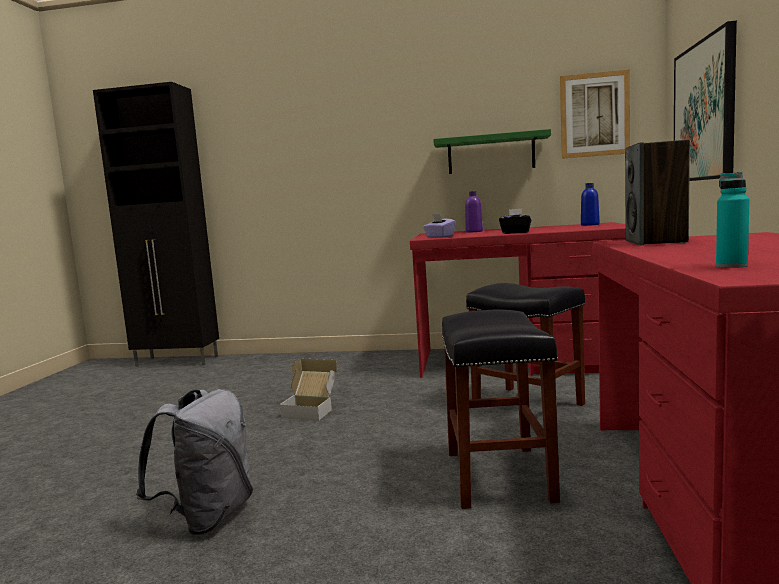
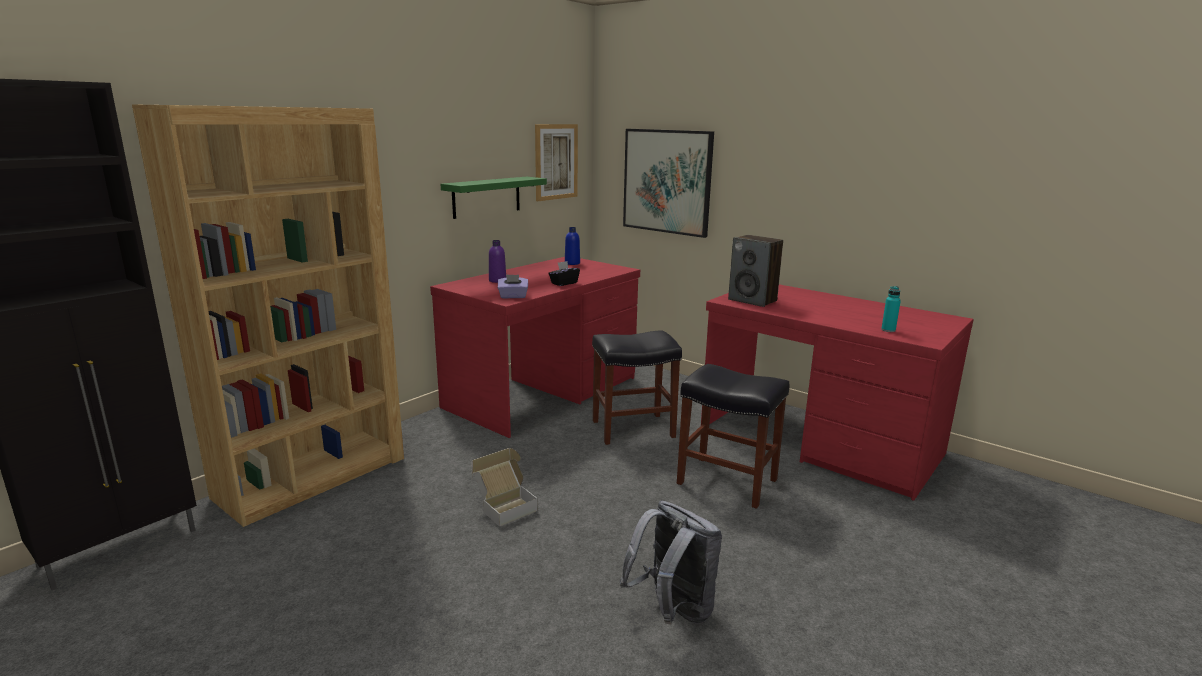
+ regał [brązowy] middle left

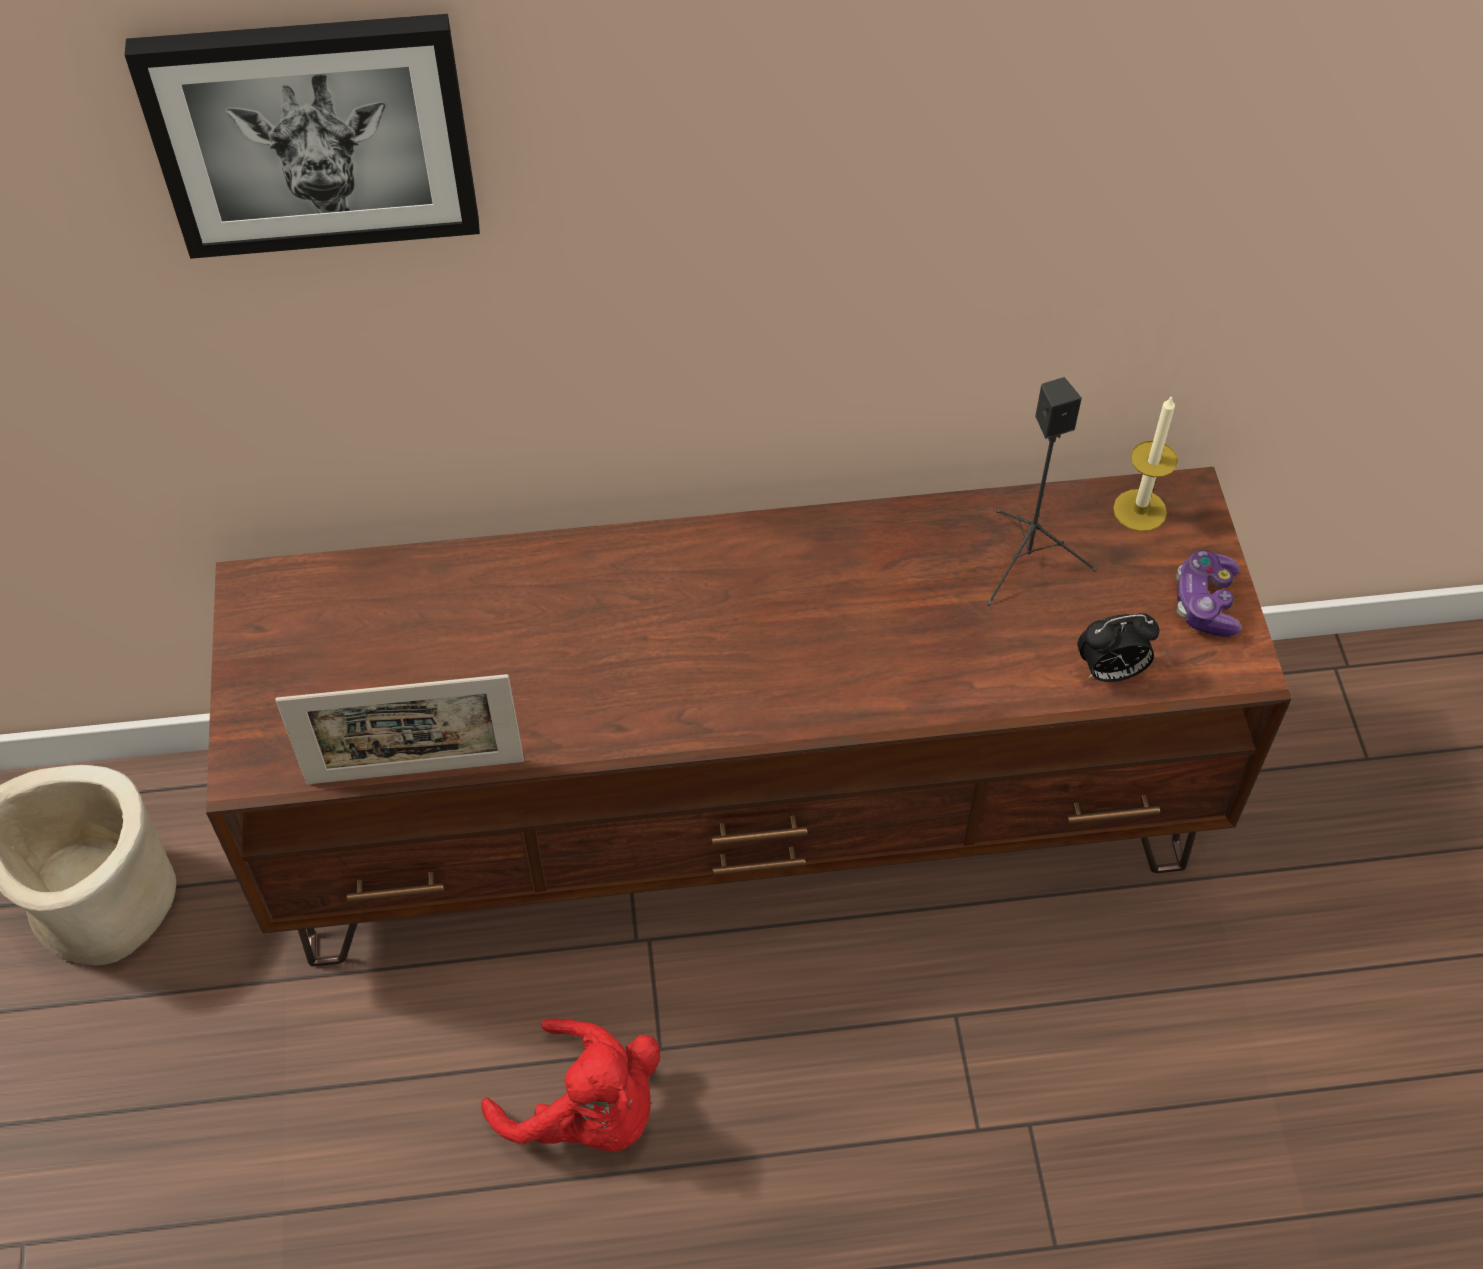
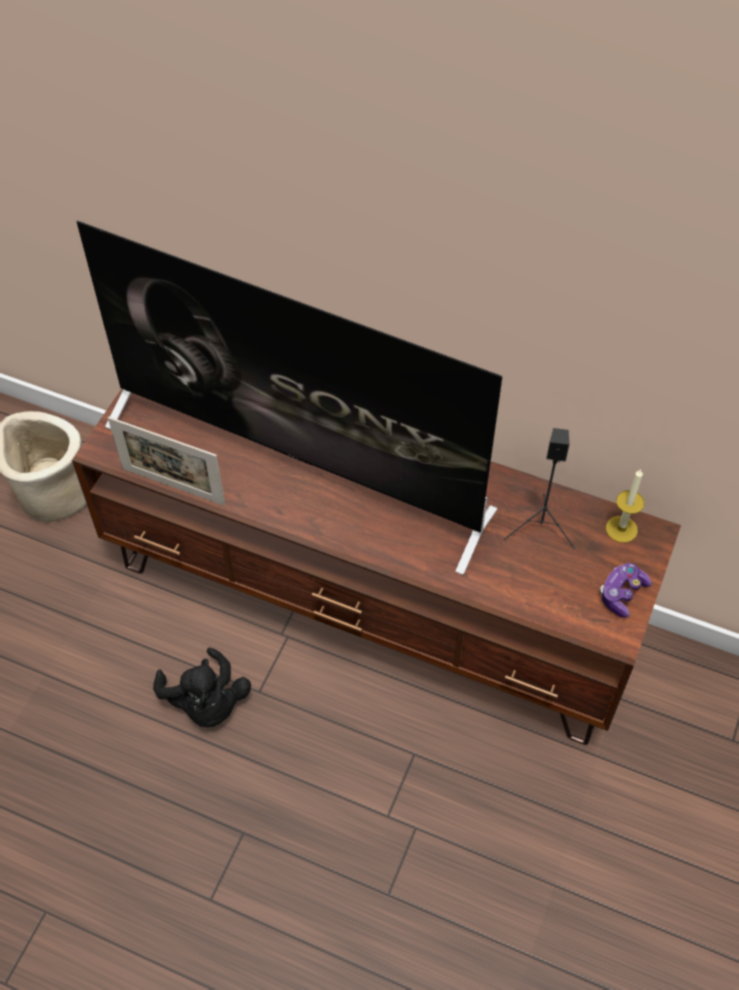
- obraz top left
- budzik middle right
+ telewizor centre
~ pluszak [czerwony] bottom centre to pluszak [czarny] bottom left

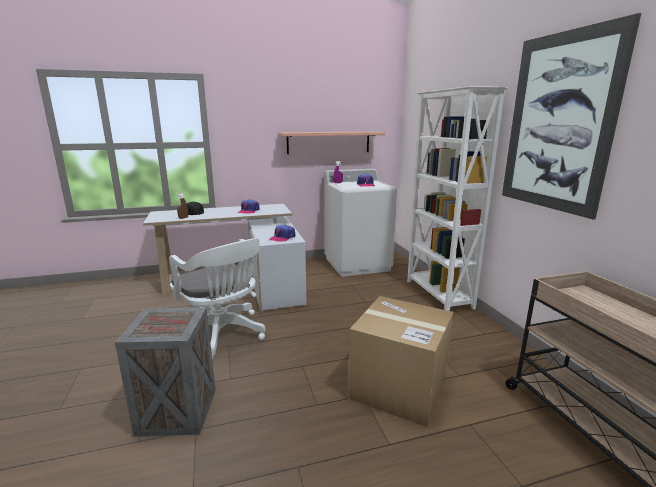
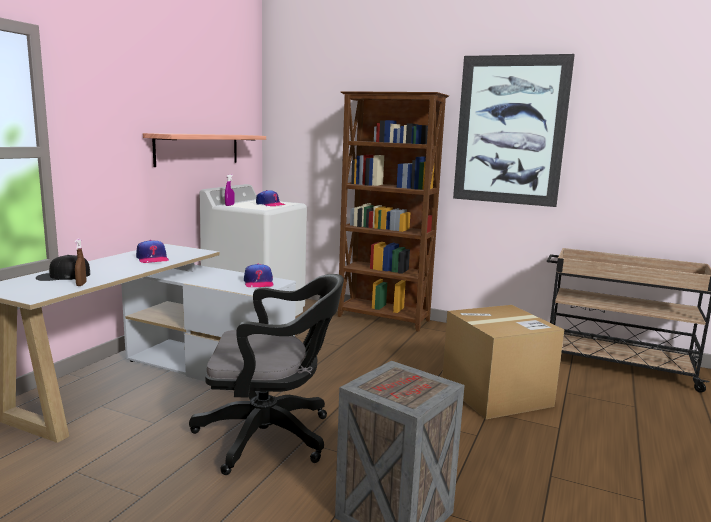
~ krzesło biurowe [biały] middle left to krzesło biurowe [czarny] bottom centre
~ regał [biały] middle right to regał [brązowy] centre

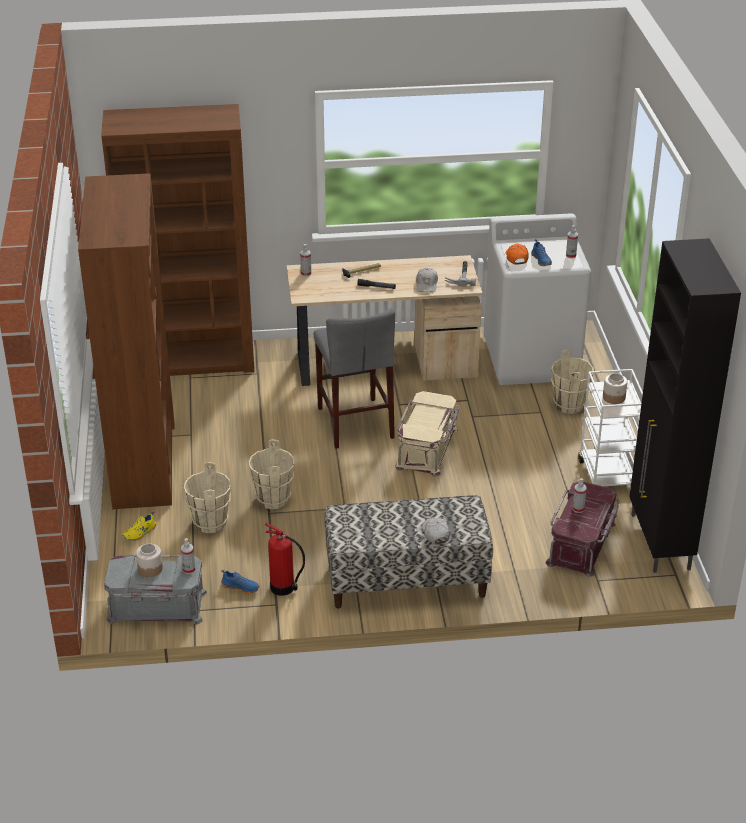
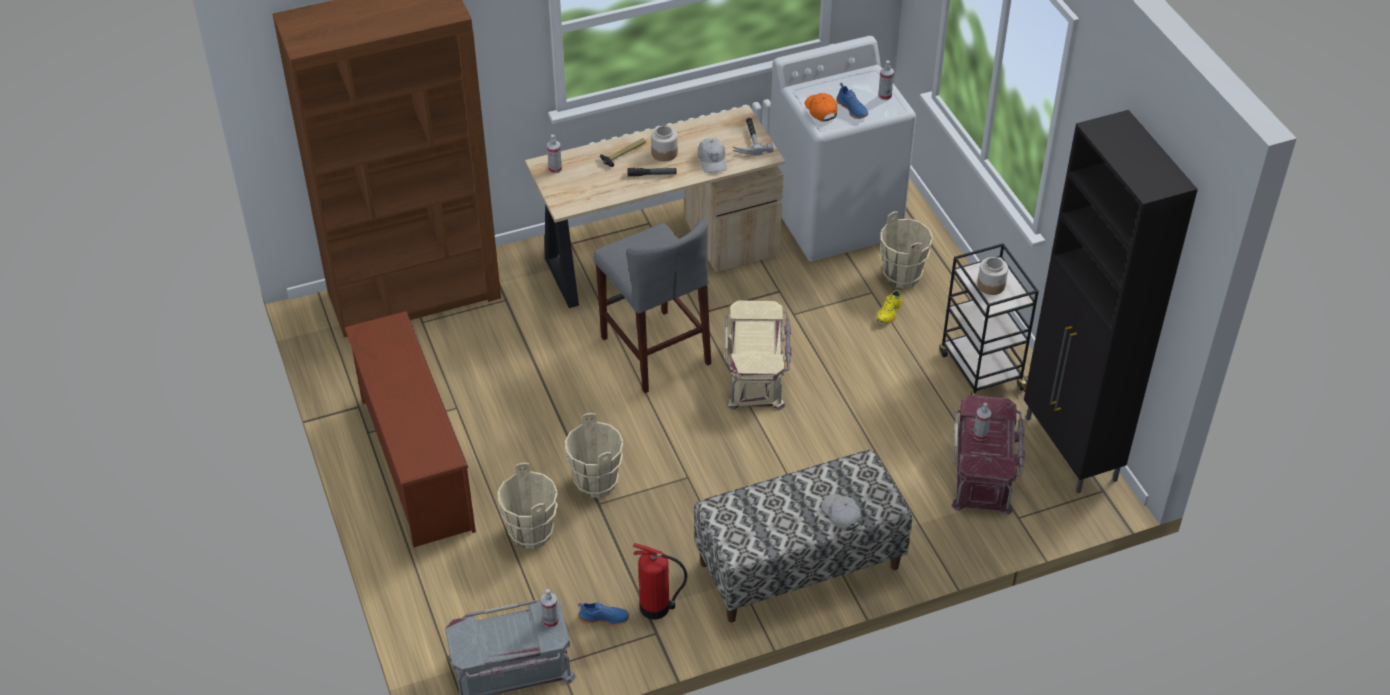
~ but [żółty] middle left to centre
~ słoik (no. 1 from left) bottom left to top centre
~ regał [brązowy] (no. 1 from left) middle left to regał na buty [brązowy] middle left
~ wózek [biały] middle right to wózek [czarny] middle right

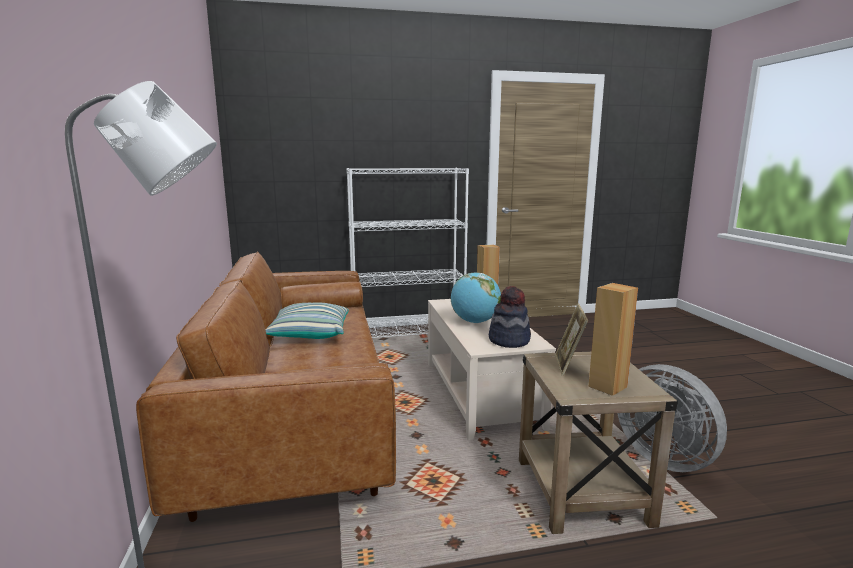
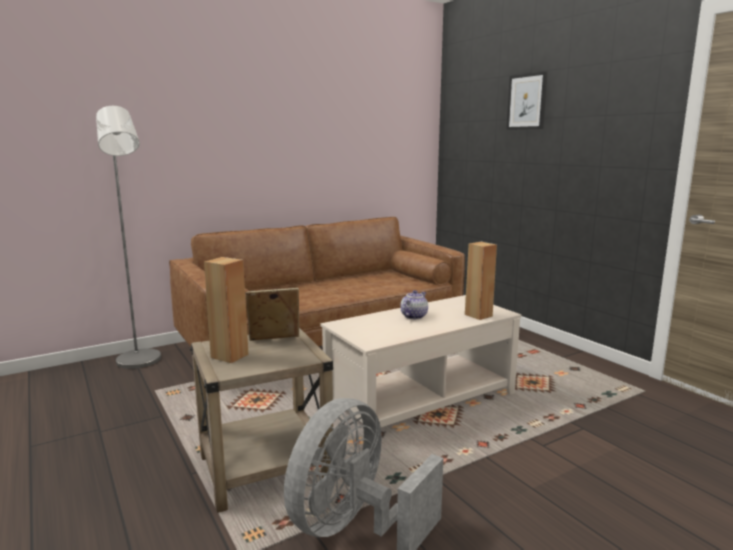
- poduszka centre
- regał [biały] centre
- kapelusz centre
+ obraz top right
~ globus centre to imbryk centre

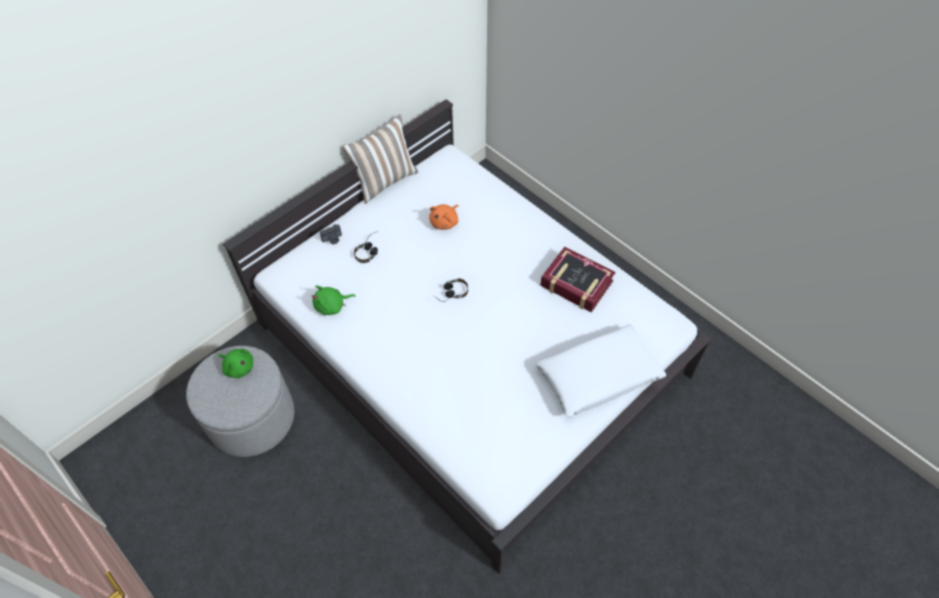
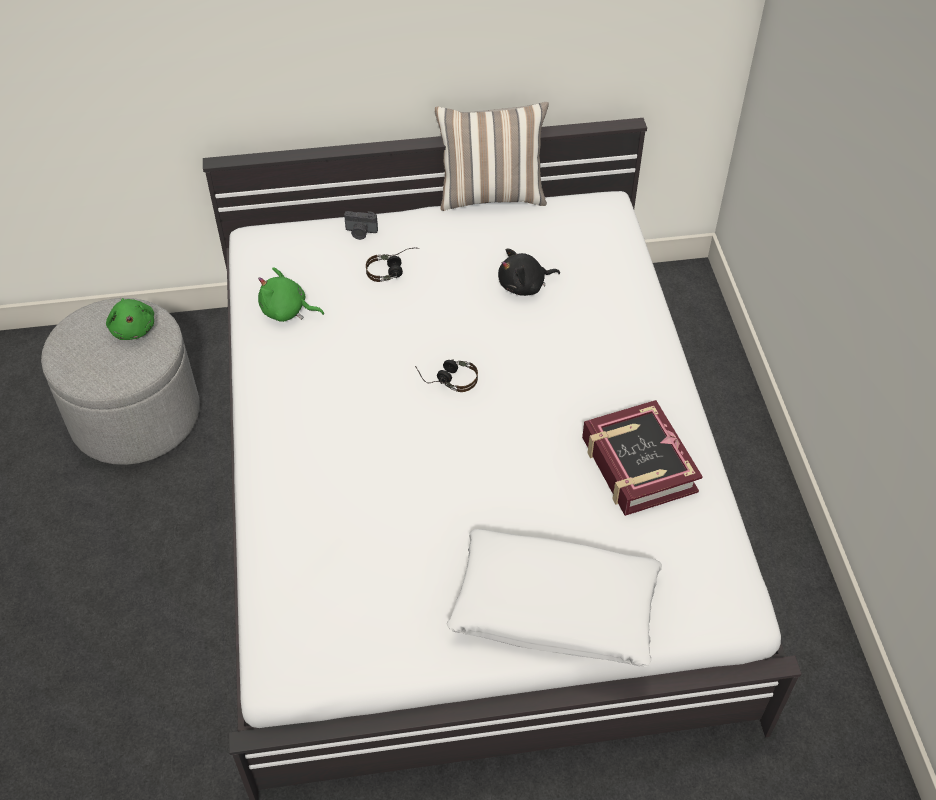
~ pluszak [pomarańczowy] centre to pluszak [czarny] centre

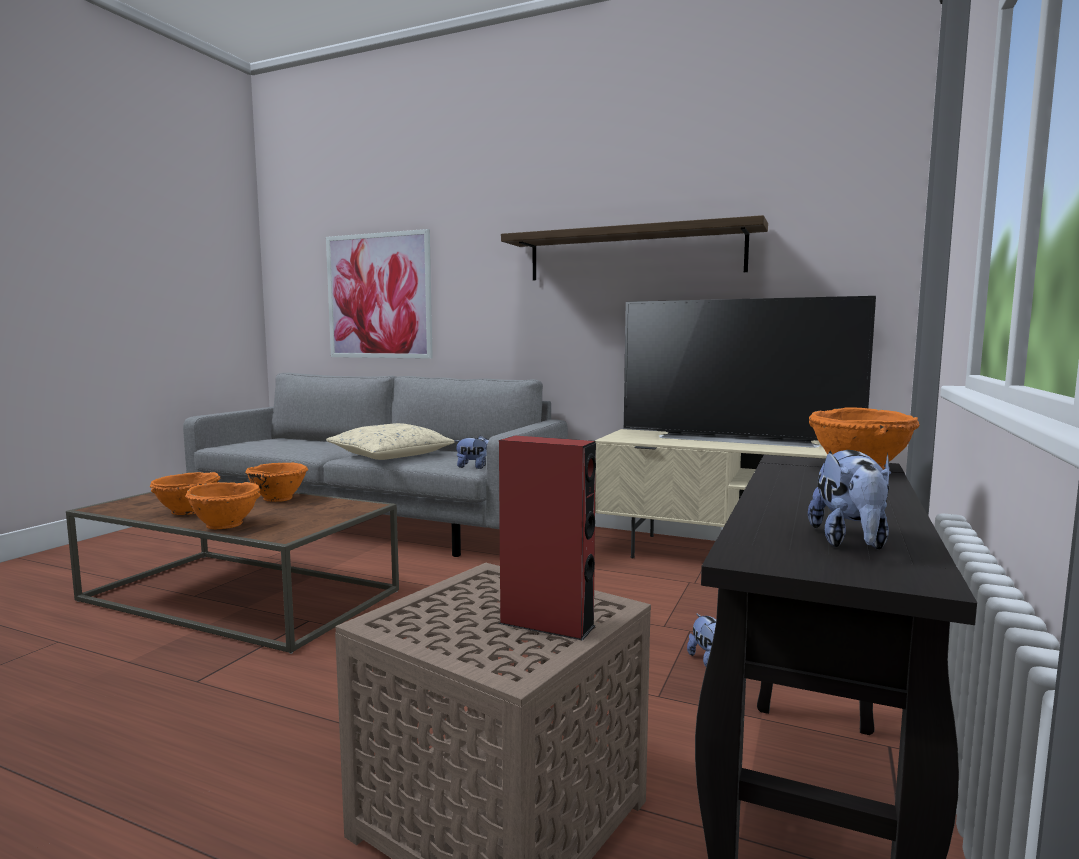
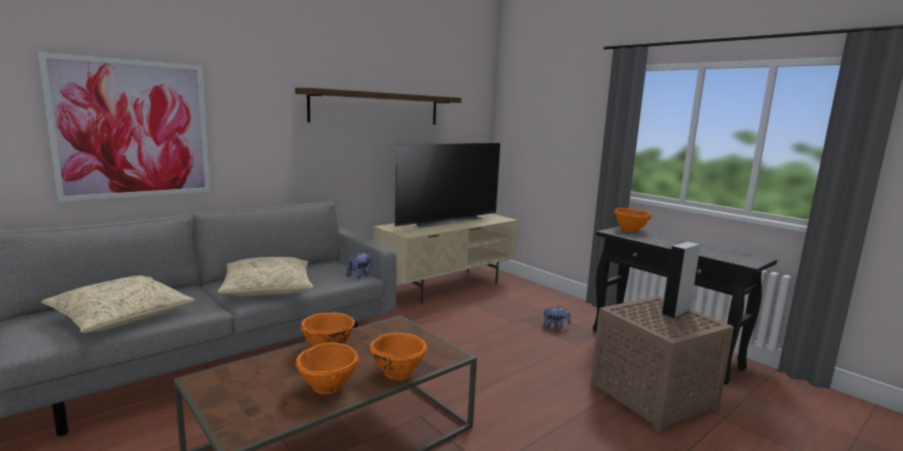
- pluszak (no. 3 from left) middle right
+ poduszka [beżowy] (no. 1 from left) bottom left
~ głośnik [czerwony] centre to głośnik [szary] middle right

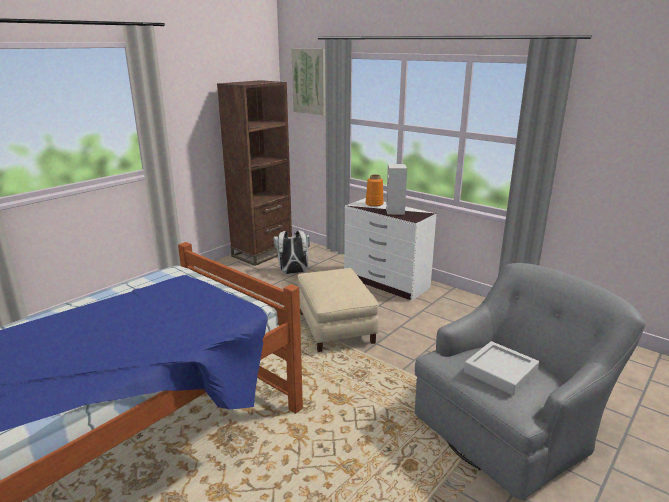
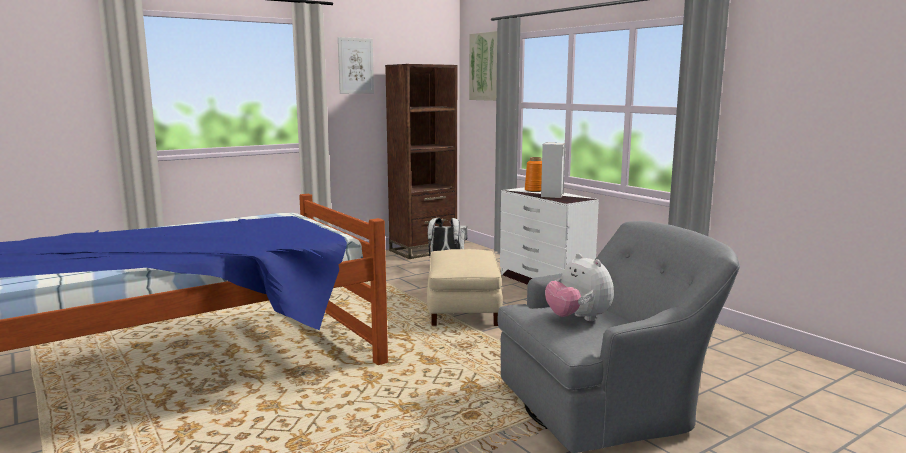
+ obraz (no. 1 from left) top centre
~ taca [szary] bottom right to pluszak centre

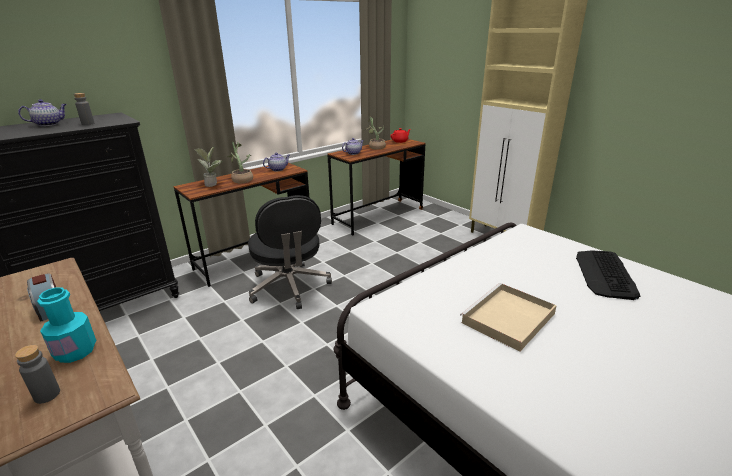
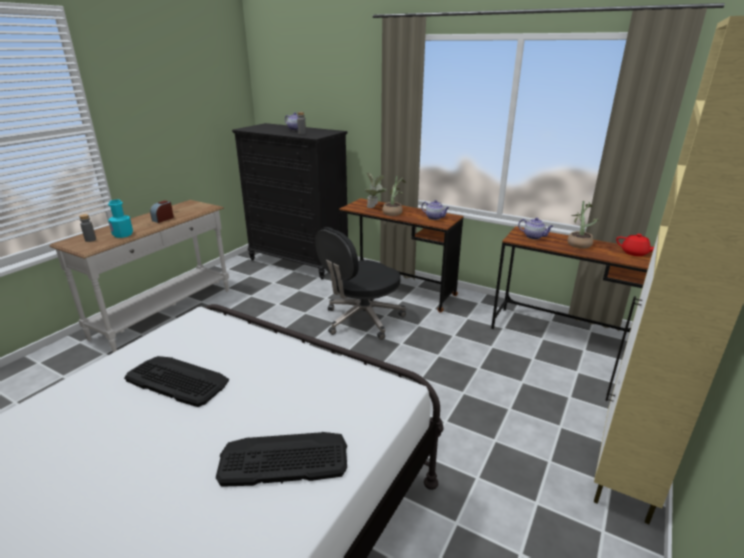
~ taca [beżowy] middle right to klawiatura (no. 1 from left) bottom left

